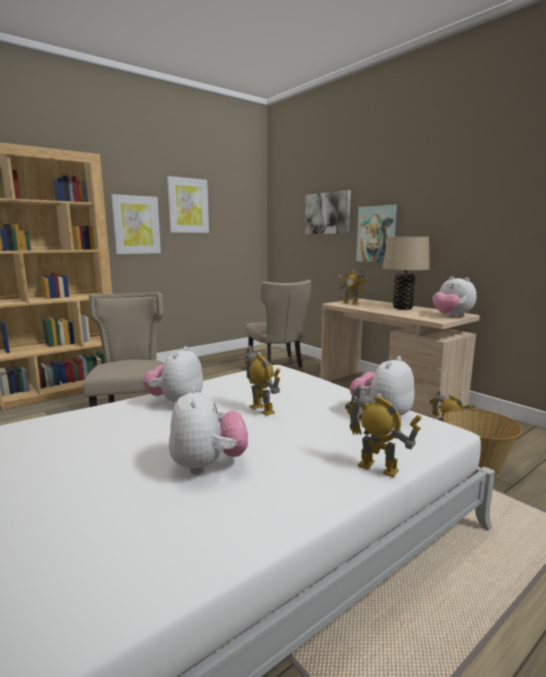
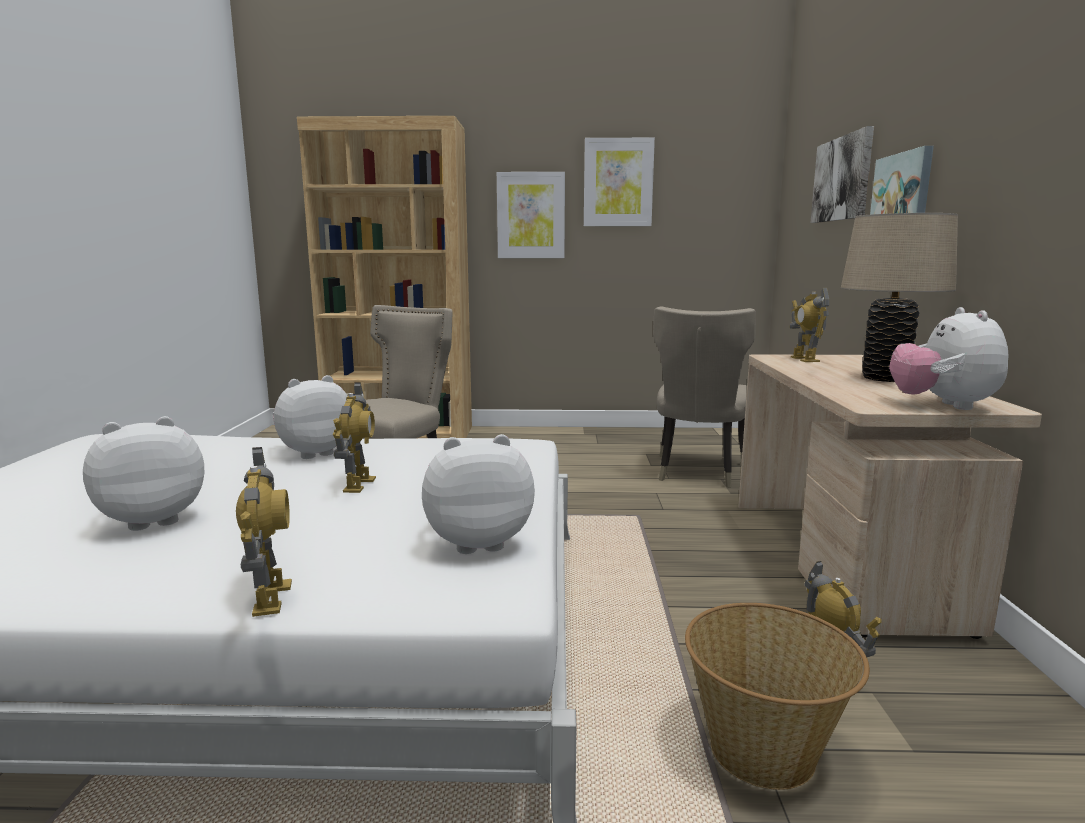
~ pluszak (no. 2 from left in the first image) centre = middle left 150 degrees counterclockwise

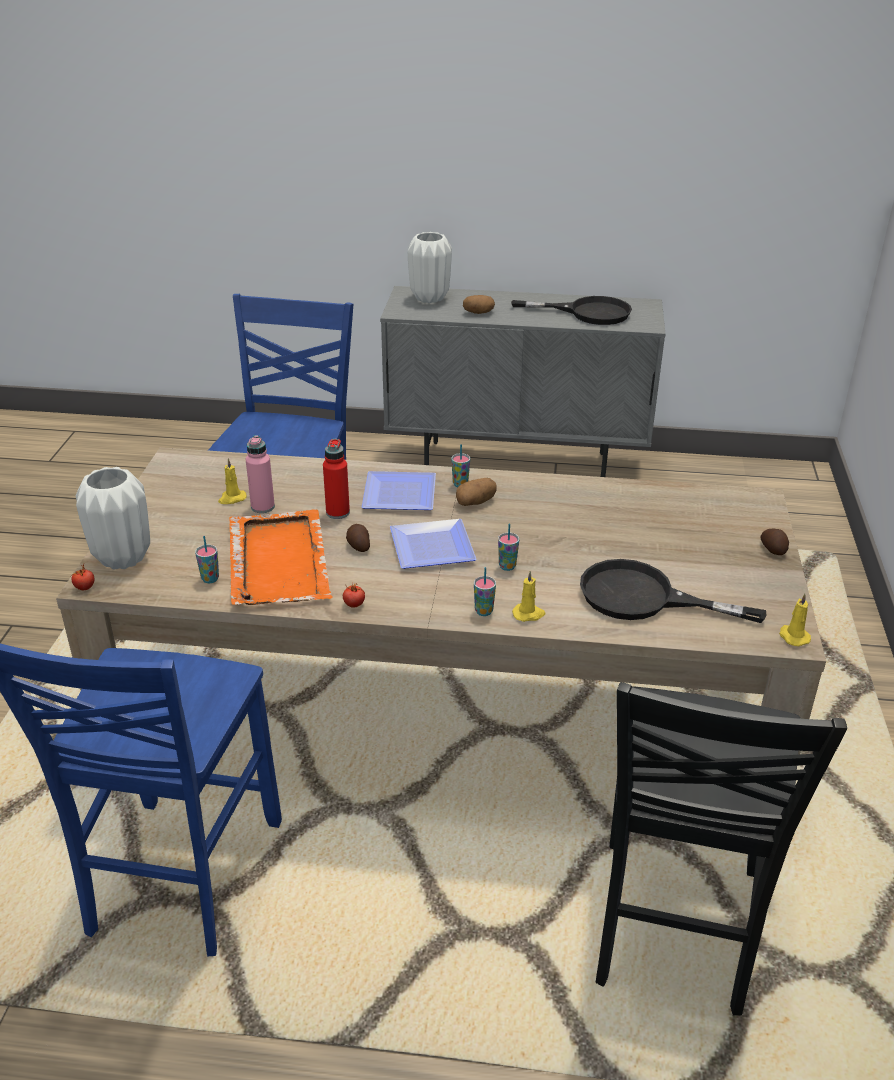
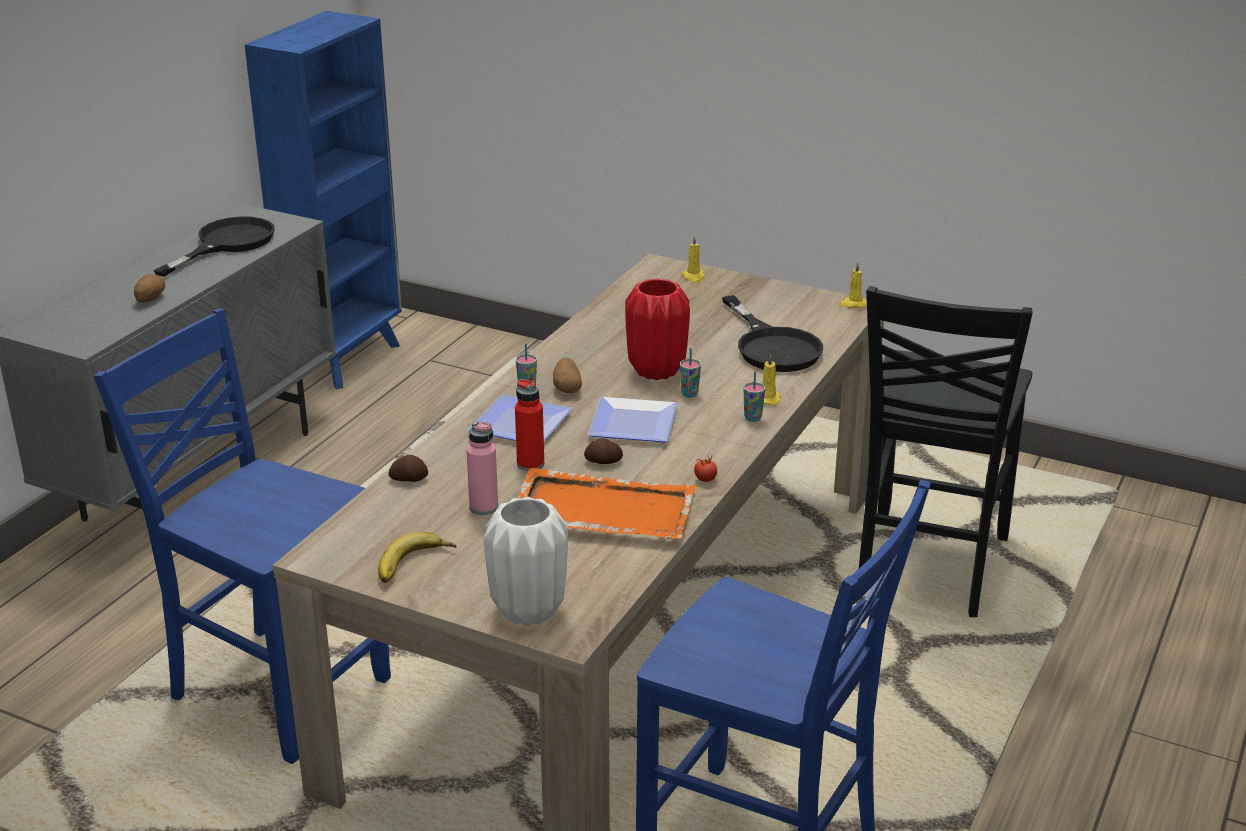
- pomidor (no. 1 from left) middle left
- filiżanka (no. 1 from left) middle left
- wazon [biały] (no. 2 from left) top centre
+ regał [niebieski] top left
+ banan bottom centre
+ wazon [czerwony] centre
~ świeca [żółty] (no. 1 from left) middle left to top centre
~ ziemniak (no. 4 from left in the first image) middle right to ziemniak (no. 2 from left) middle left
~ patelnia [czarny] (no. 2 from left) middle right = centre 60 degrees counterclockwise
~ krzesło [czarny] bottom right = middle right 75 degrees clockwise

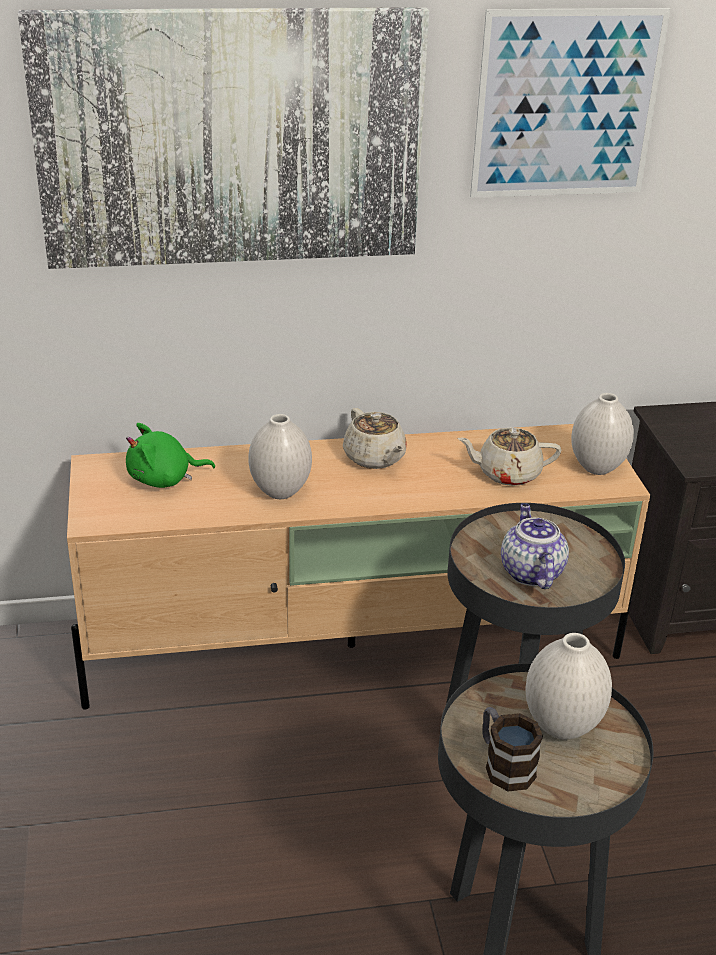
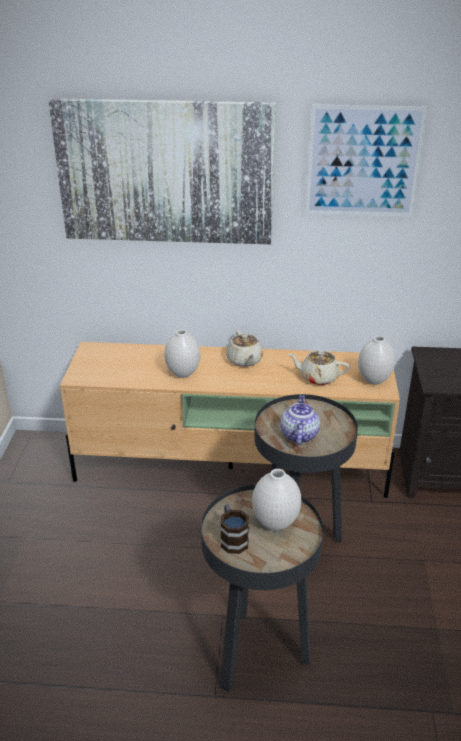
- pluszak [zielony] middle left

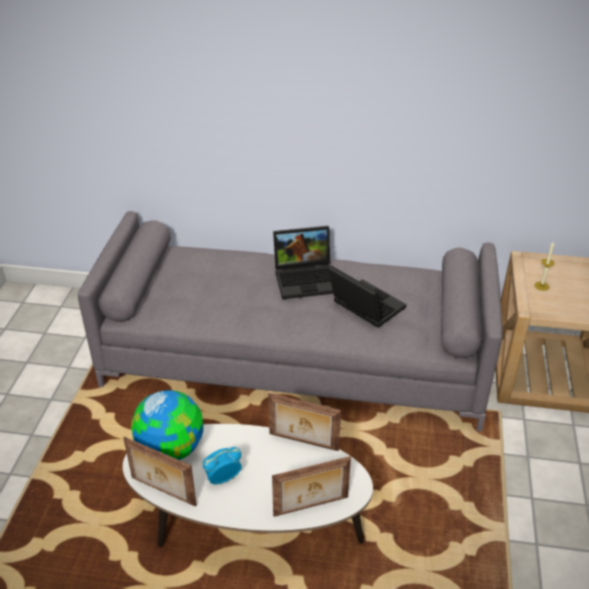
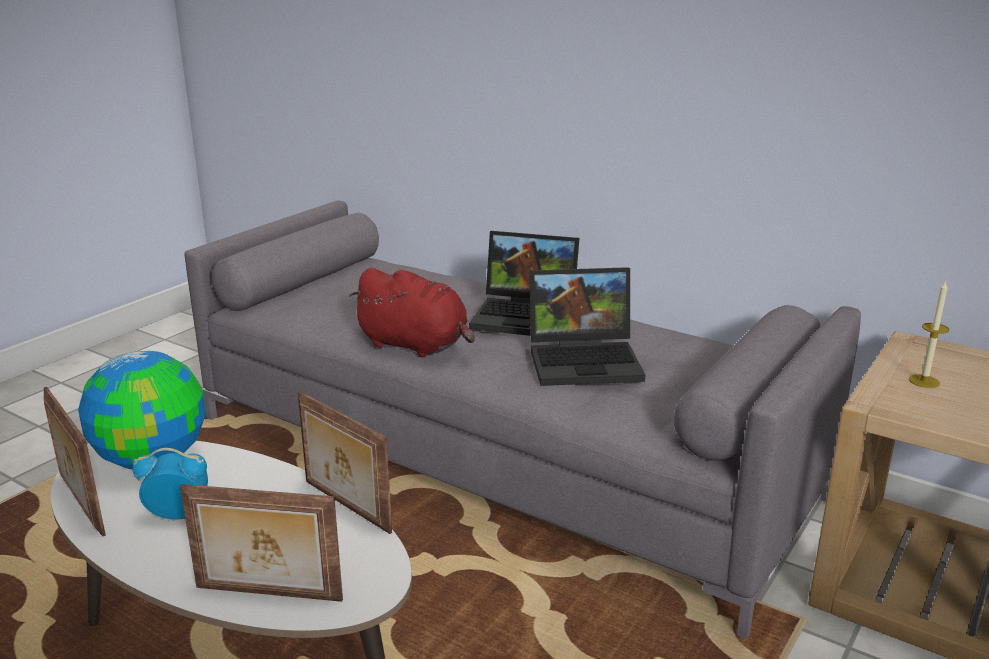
+ pluszak [czerwony] centre
~ laptop (no. 2 from left) centre = centre 105 degrees clockwise

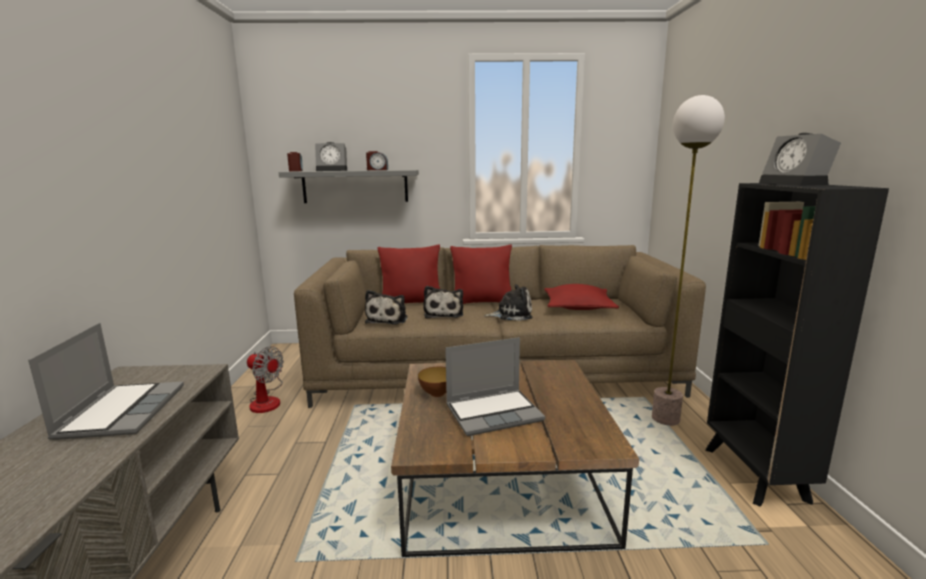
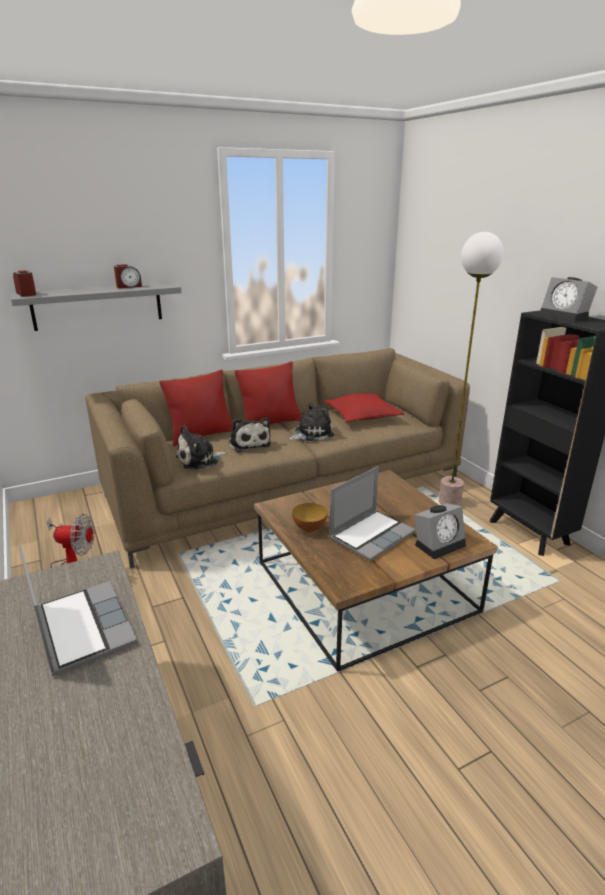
~ budzik (no. 2 from left in the first image) top centre to budzik (no. 3 from left) middle right
~ pluszak (no. 1 from left) centre = middle left 75 degrees clockwise

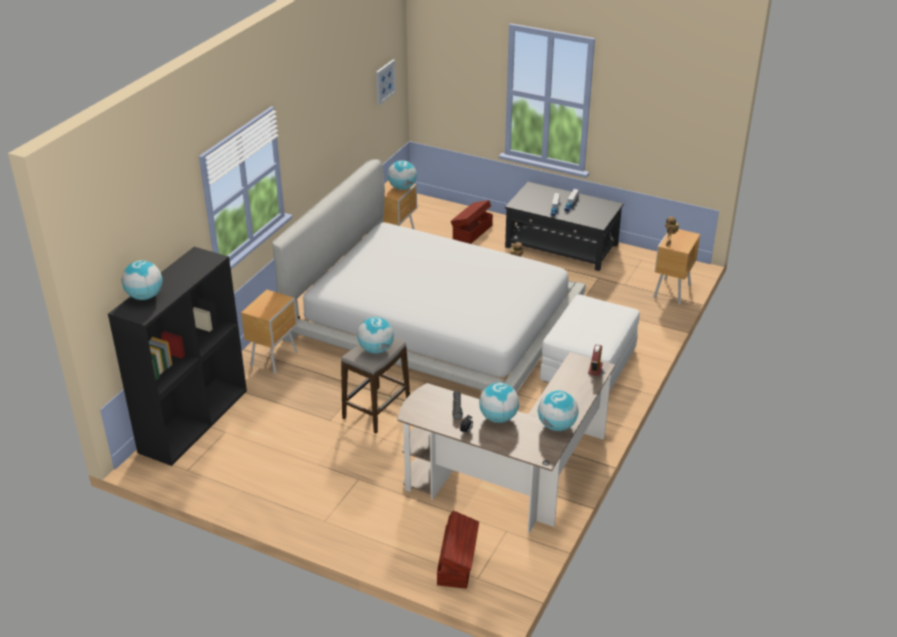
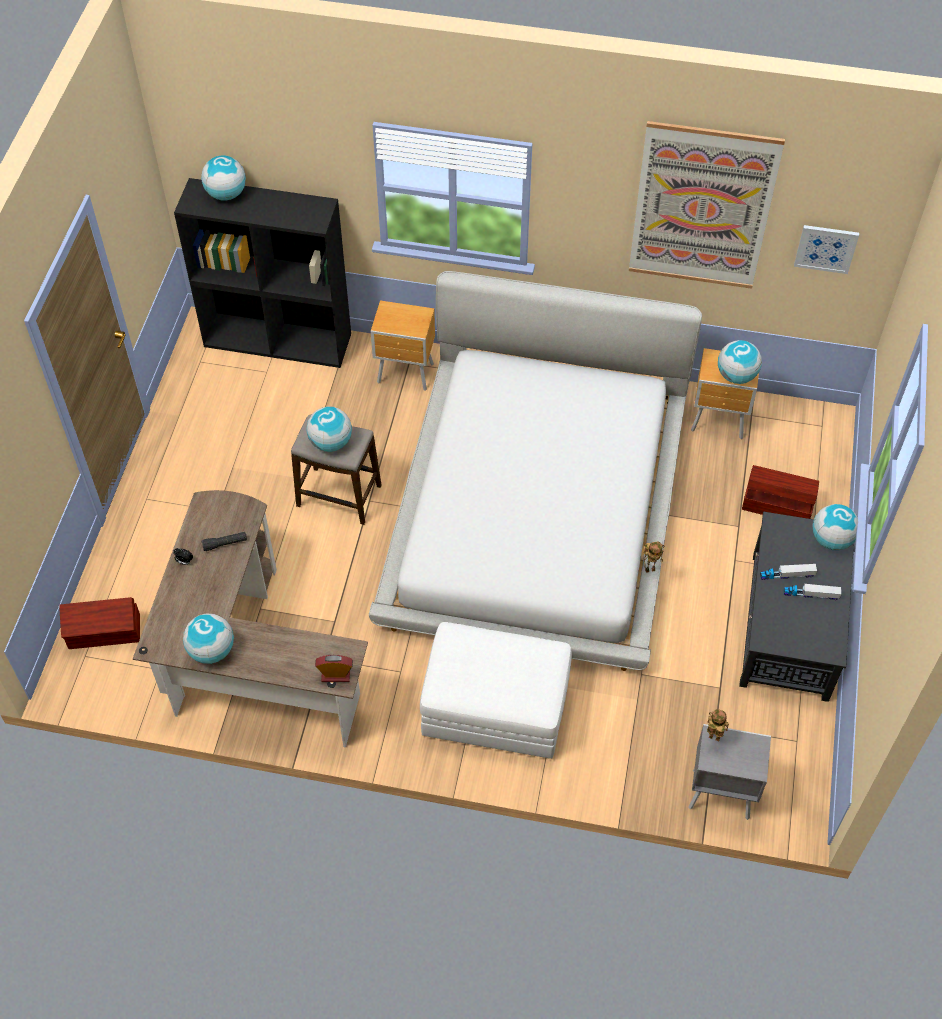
+ obraz (no. 1 from left) top right
~ globus (no. 4 from left in the first image) centre to globus (no. 5 from left) middle right
~ szafka nocna [brązowy] (no. 3 from left) middle right to szafka nocna [szary] bottom right

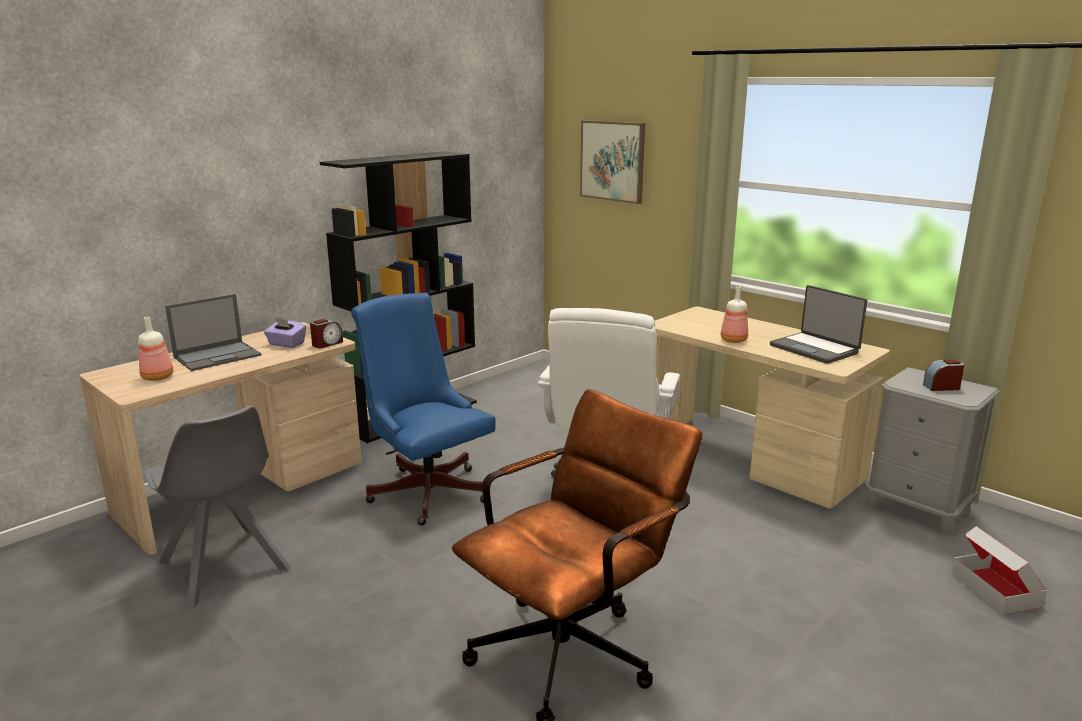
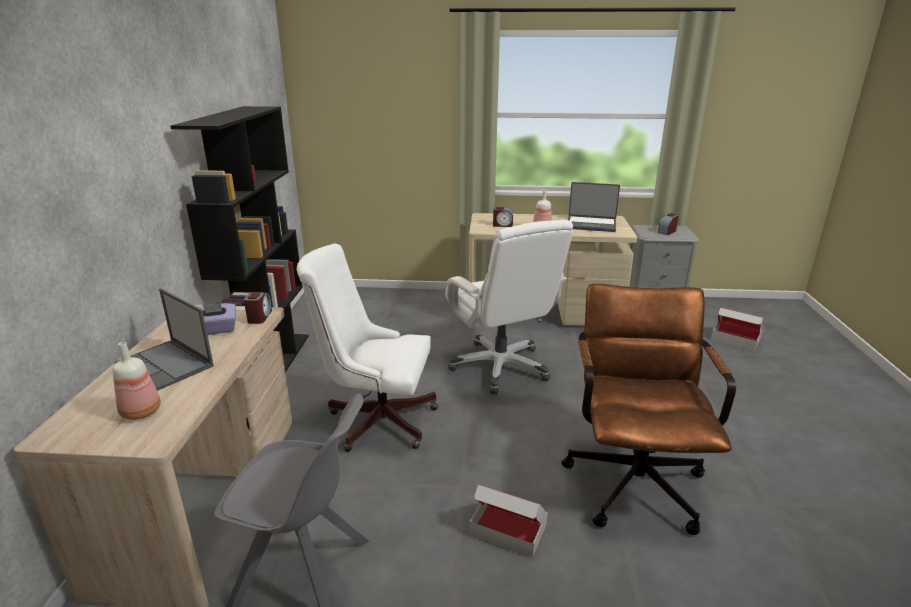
- obraz top centre
+ karton (no. 1 from left) bottom centre
+ budzik (no. 2 from left) centre
~ krzesło biurowe [niebieski] centre to krzesło biurowe [biały] (no. 1 from left) centre
~ laptop (no. 1 from left) middle left = middle left 120 degrees clockwise

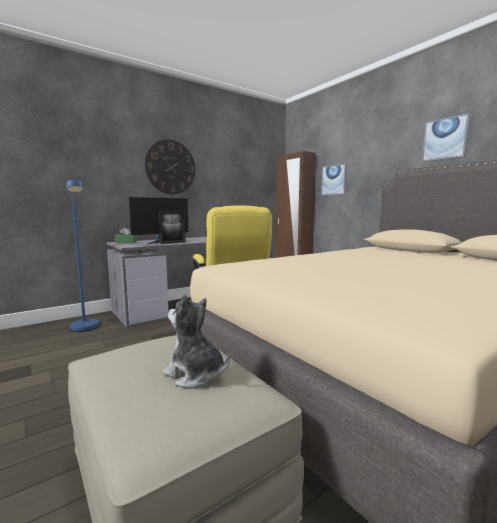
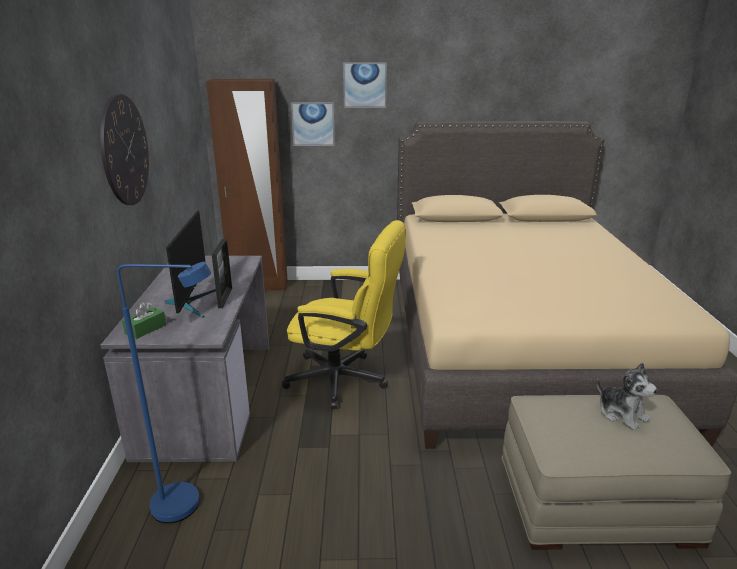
~ obraz (no. 2 from left) top right to top centre
~ pluszak centre = bottom right 105 degrees counterclockwise

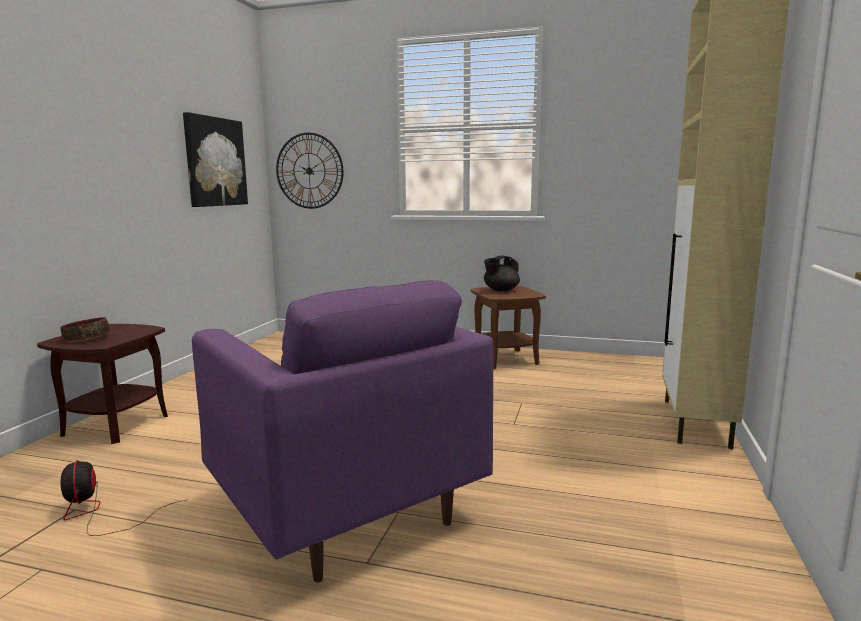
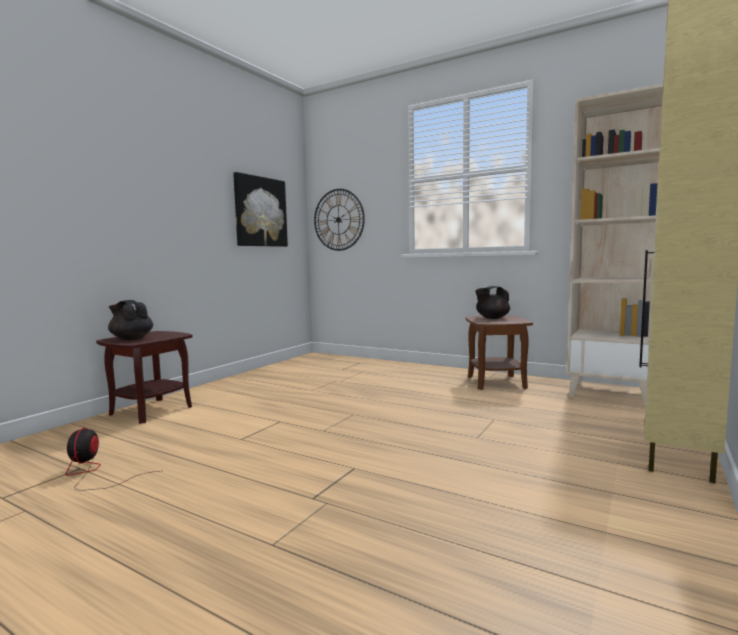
- fotel [fioletowy] bottom centre
+ regał [beżowy] middle right
~ miska middle left to imbryk [czarny] (no. 1 from left) middle left

